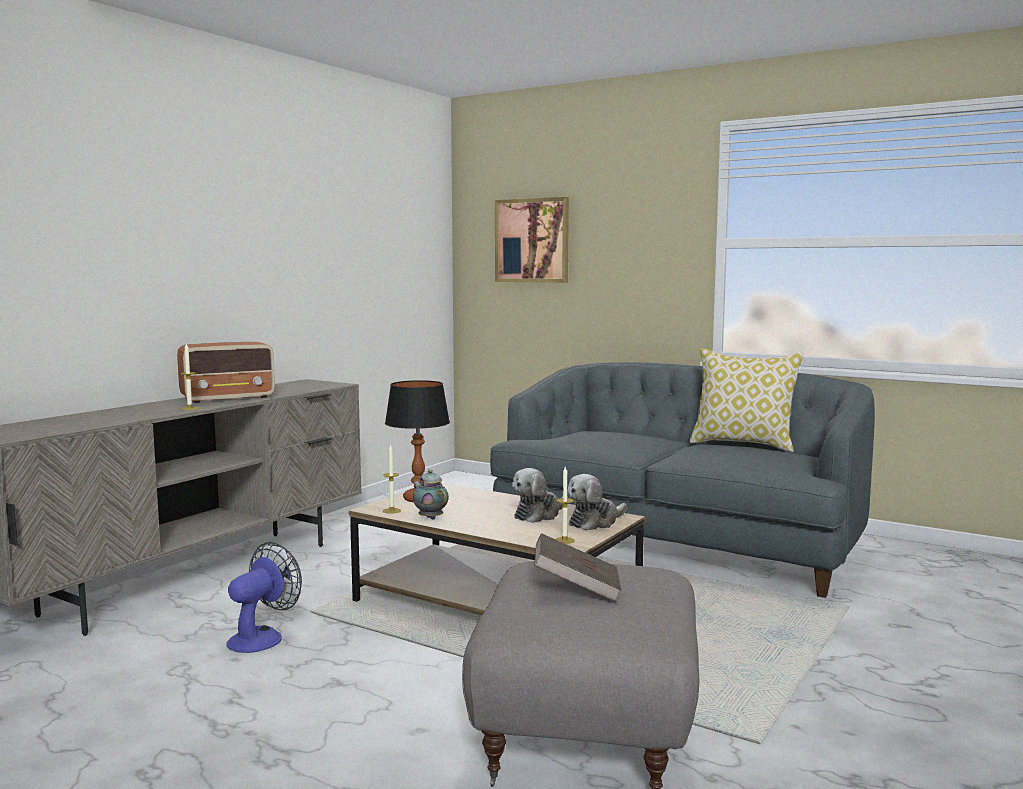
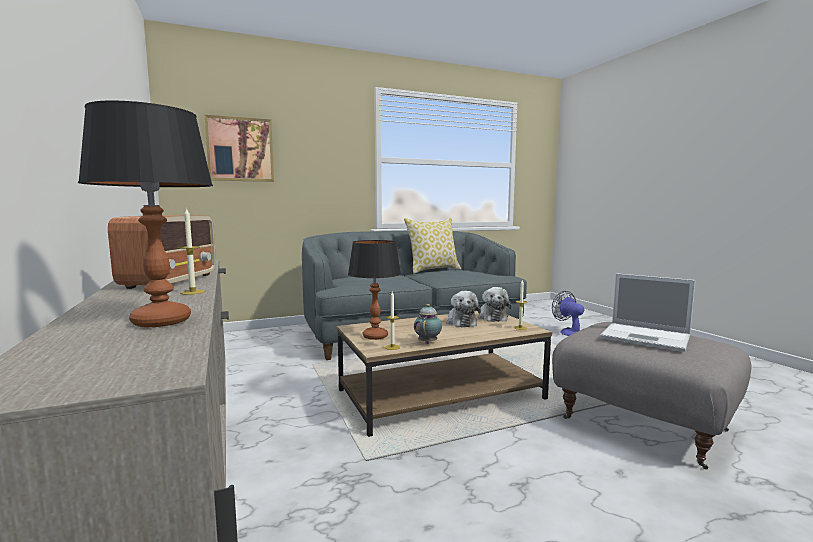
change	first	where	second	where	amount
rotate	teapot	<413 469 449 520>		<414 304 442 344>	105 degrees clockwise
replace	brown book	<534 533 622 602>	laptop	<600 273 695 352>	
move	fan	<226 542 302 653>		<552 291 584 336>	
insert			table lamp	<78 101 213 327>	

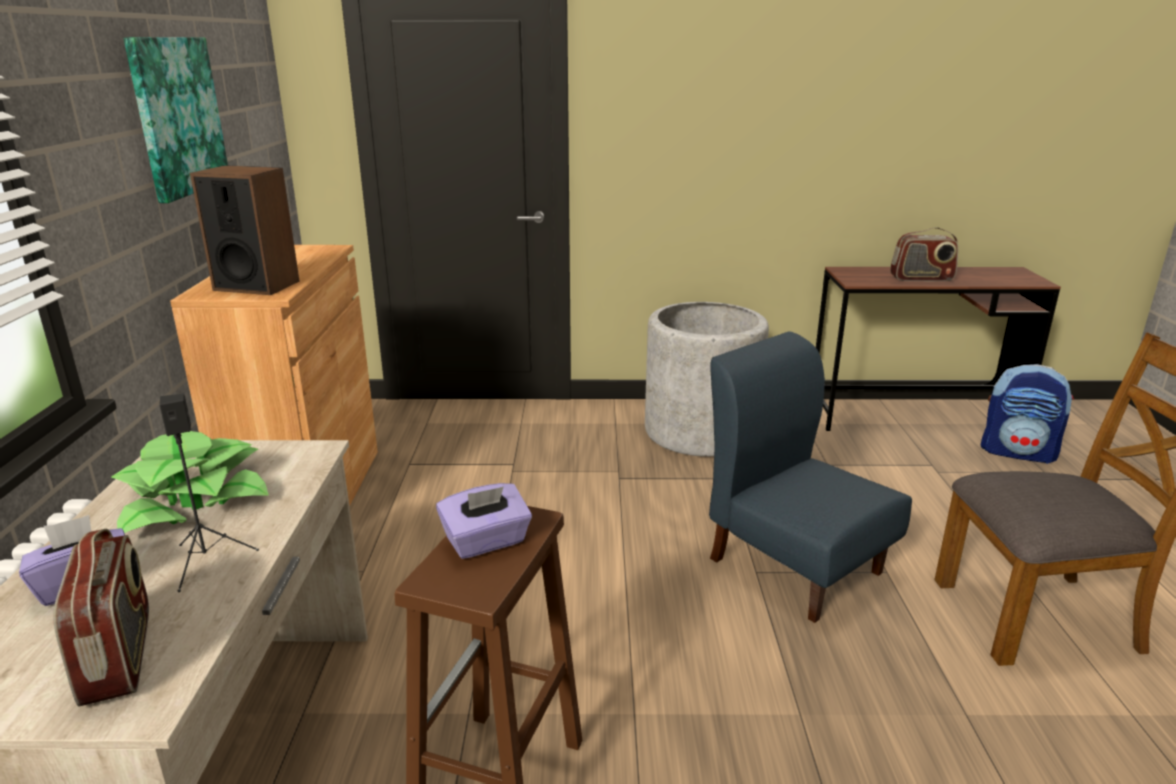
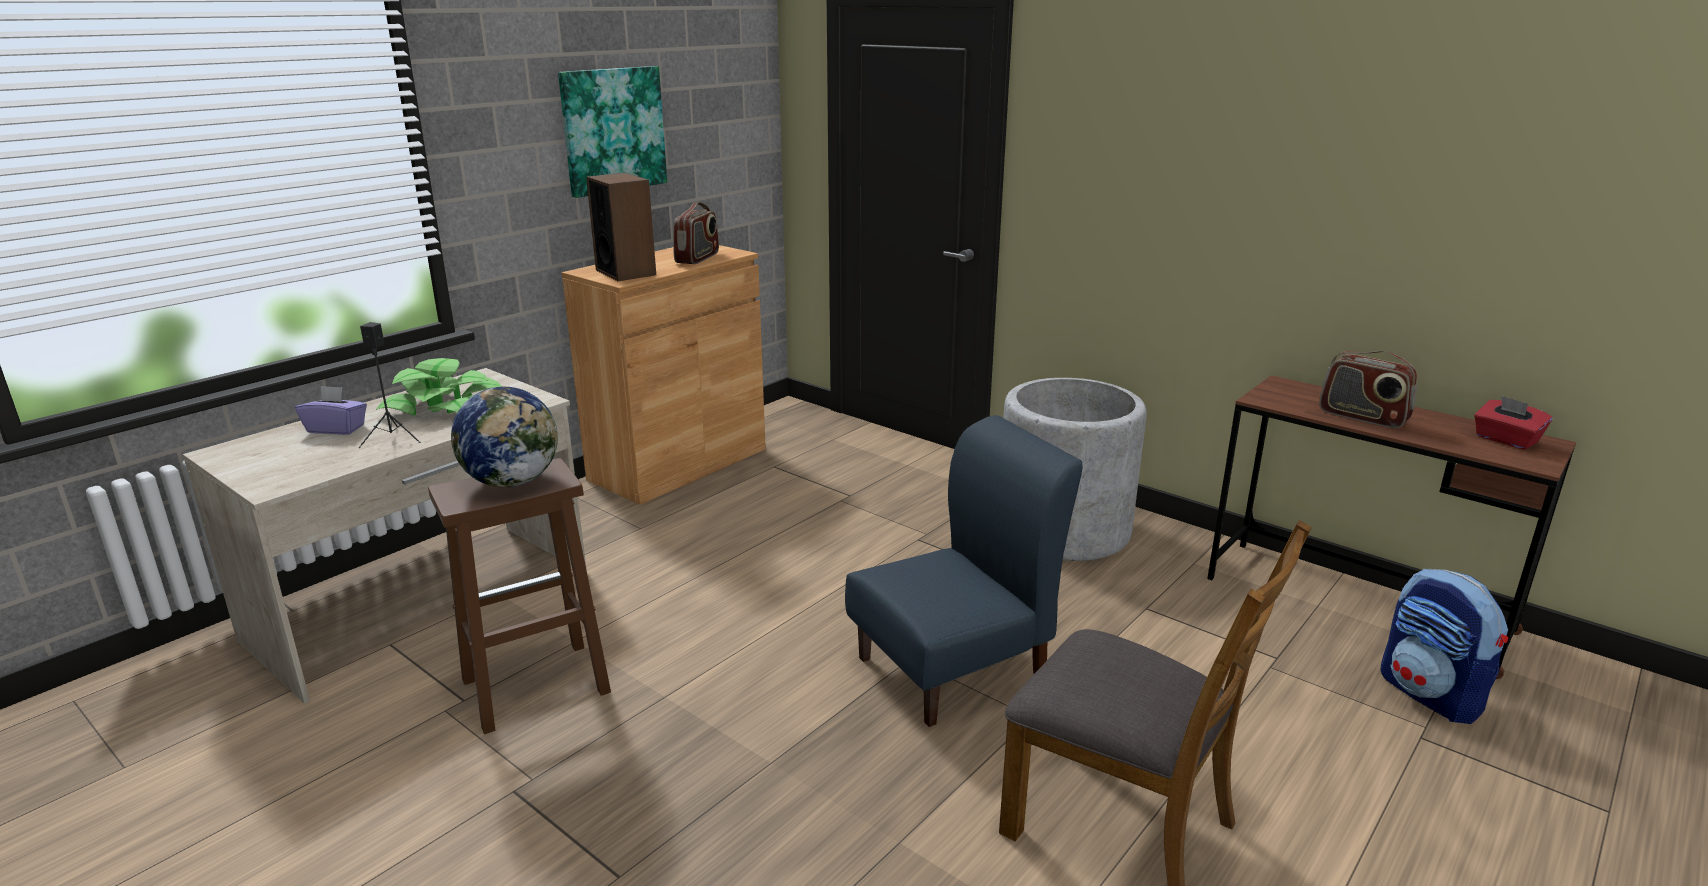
change	first	where	second	where	amount
rotate	blue chair	<709 331 912 623>		<845 415 1083 727>	60 degrees clockwise
replace	purple tissue box	<436 483 532 559>	globe	<451 387 558 488>	
move	radio	<53 529 149 707>		<673 202 719 264>	
insert			red tissue box	<1474 396 1552 450>	

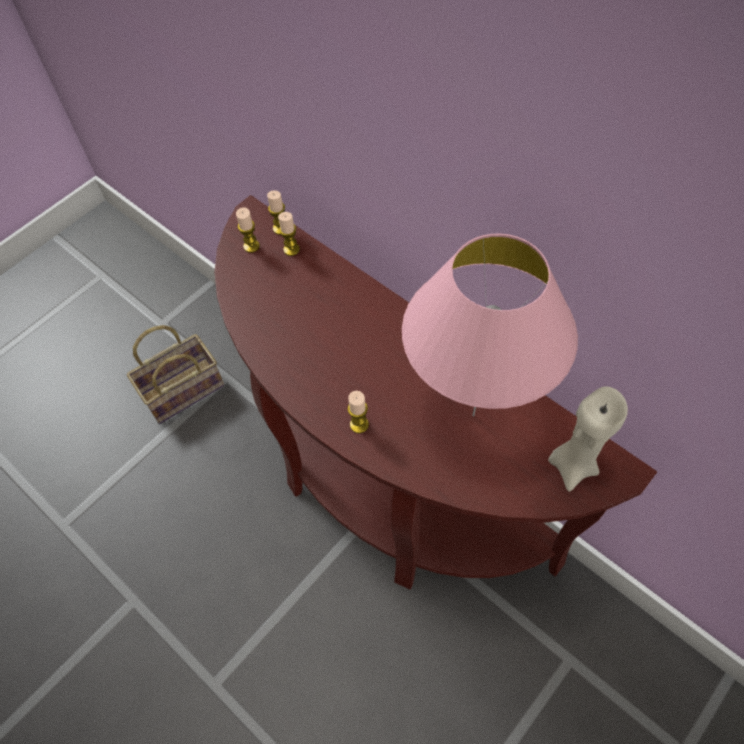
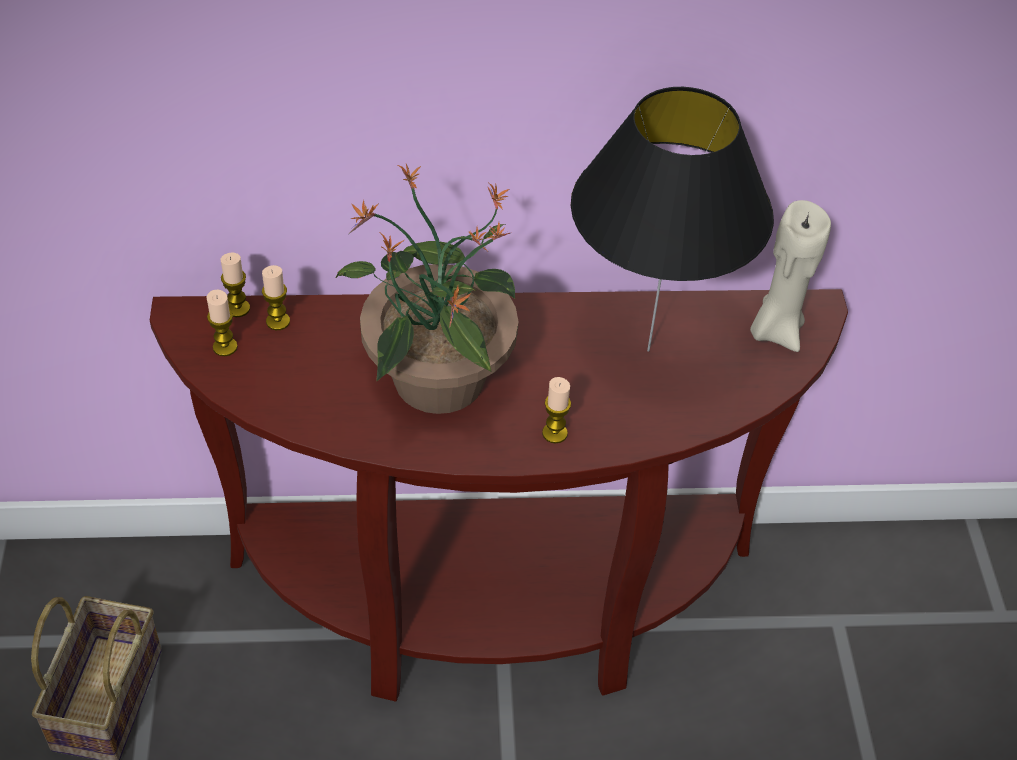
change	first	where	second	where	amount
recolor	pink table lamp	<402 234 578 417>	black table lamp	<571 87 774 352>	
insert			potted plant	<335 164 518 414>	

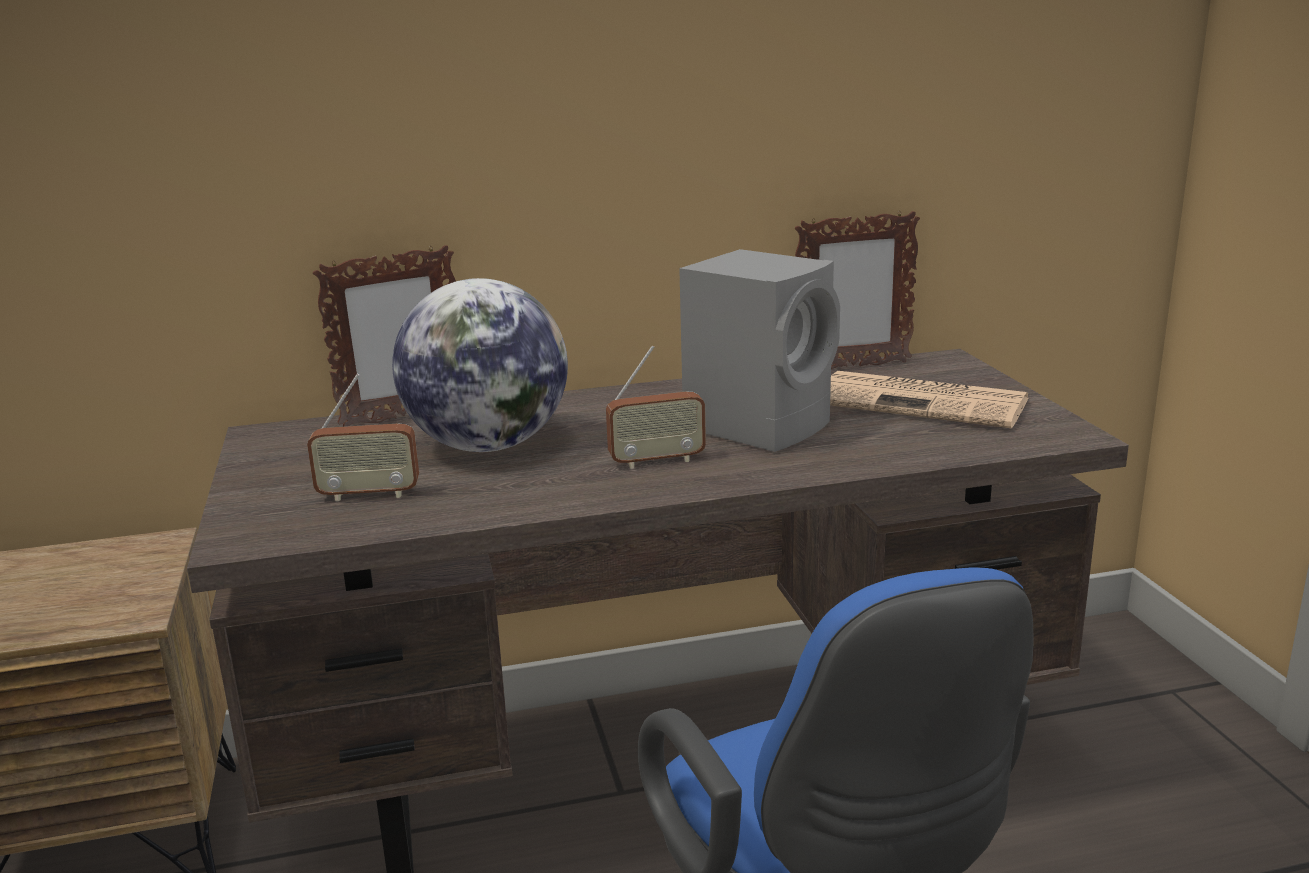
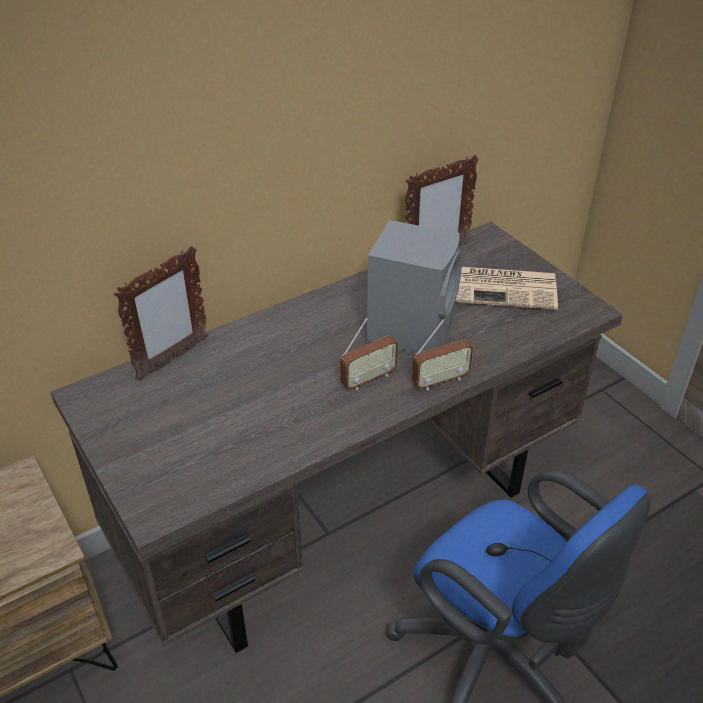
change	first	where	second	where	amount
delete	globe	<392 278 568 452>			
move	radio	<307 374 419 502>		<412 319 474 390>	

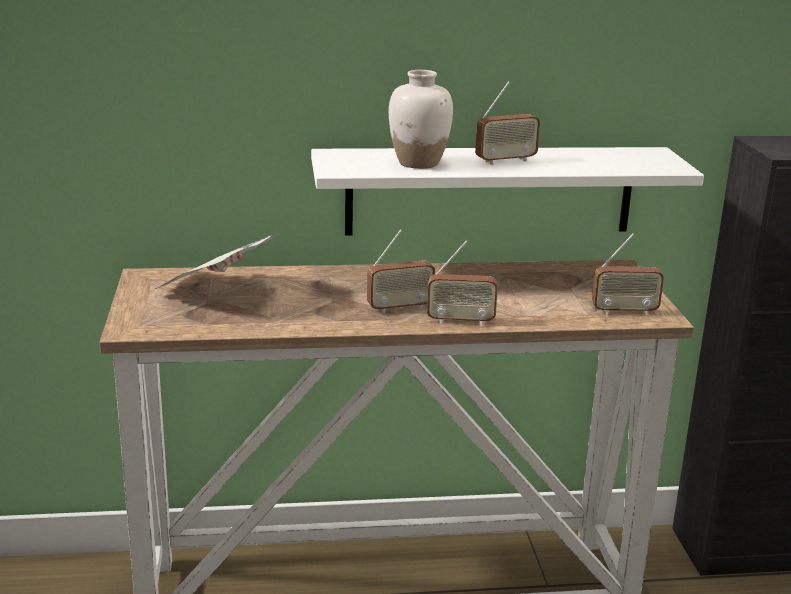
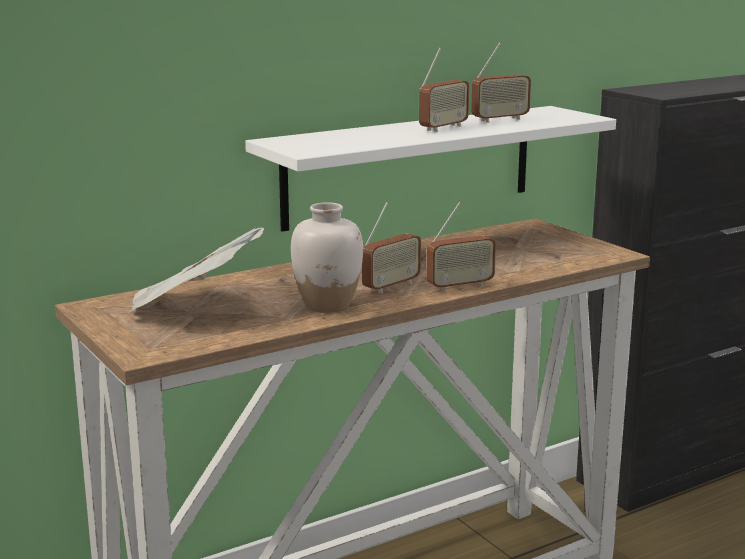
change	first	where	second	where	amount
move	white vase	<389 70 453 169>		<291 202 363 313>	
move	radio	<592 233 664 315>		<471 42 531 123>	

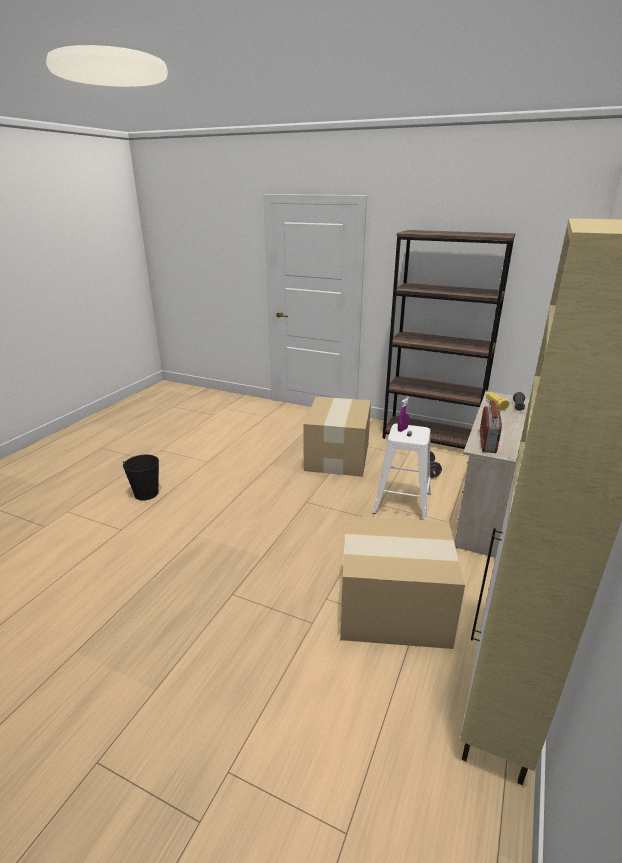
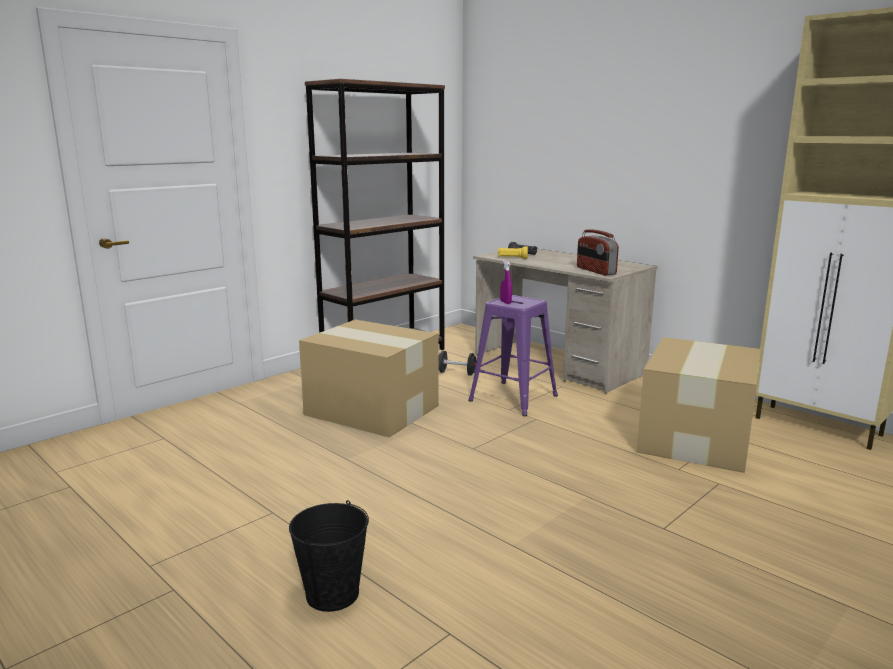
change	first	where	second	where	amount
rotate	radio	<480 400 502 453>		<577 230 619 275>	150 degrees counterclockwise
recolor	white stool	<372 424 431 520>	purple stool	<468 295 558 416>	

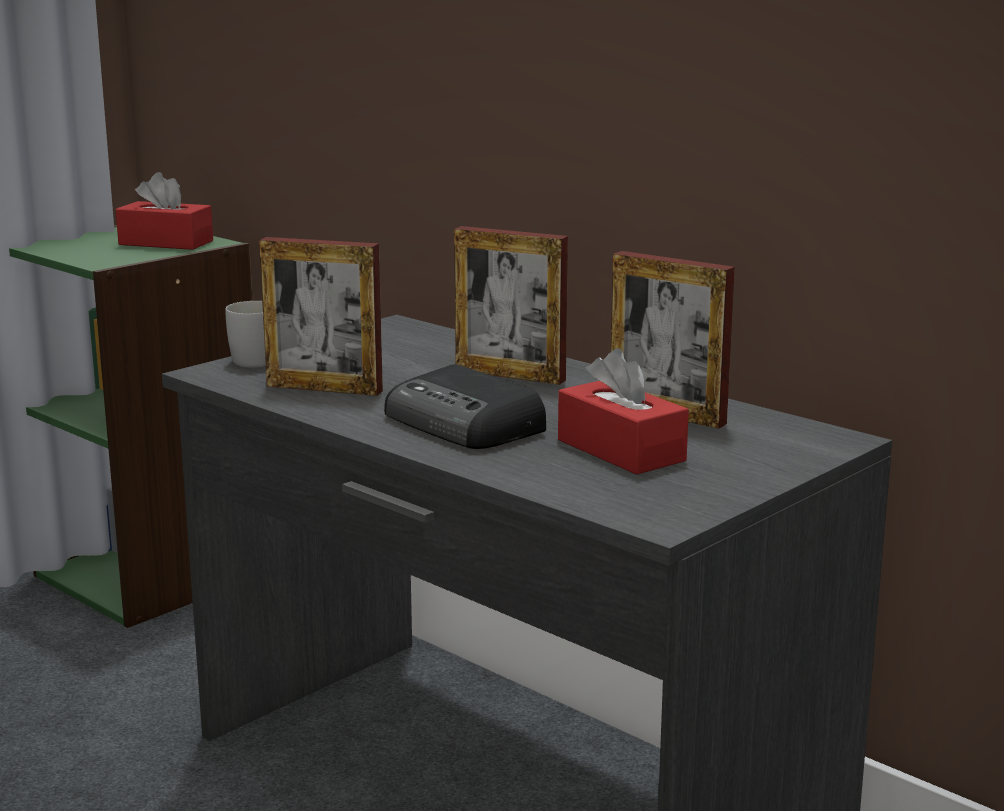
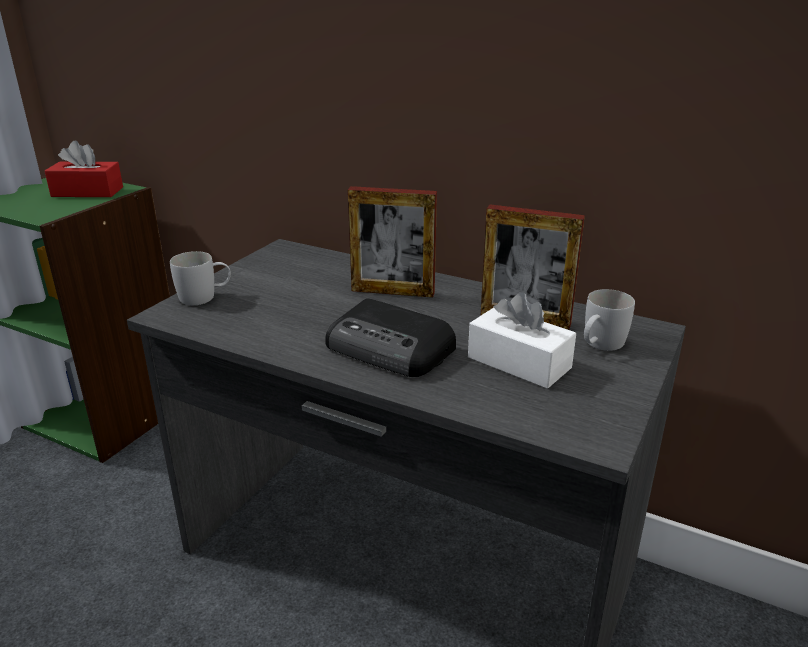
change	first	where	second	where	amount
delete	picture frame	<259 237 383 396>			
recolor	red tissue box	<558 349 689 475>	white tissue box	<468 292 576 389>	
insert			white mug	<584 289 635 351>	

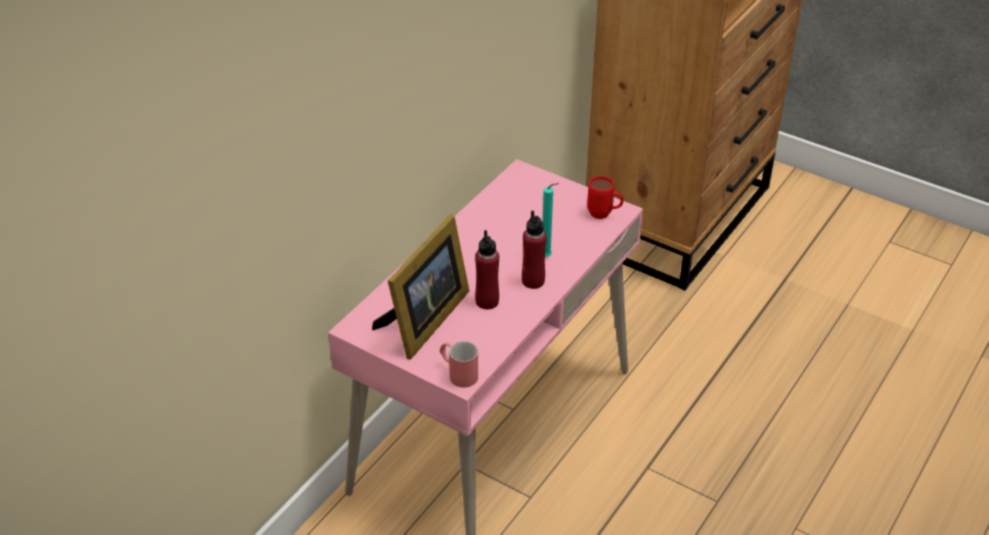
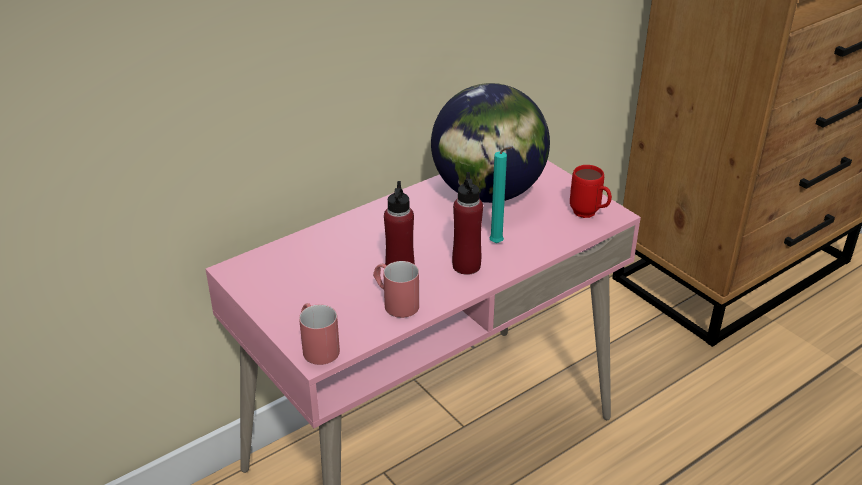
change	first	where	second	where	amount
delete	picture frame	<372 214 469 360>			
insert			globe	<431 83 550 203>	
insert			red mug	<373 261 419 318>	

